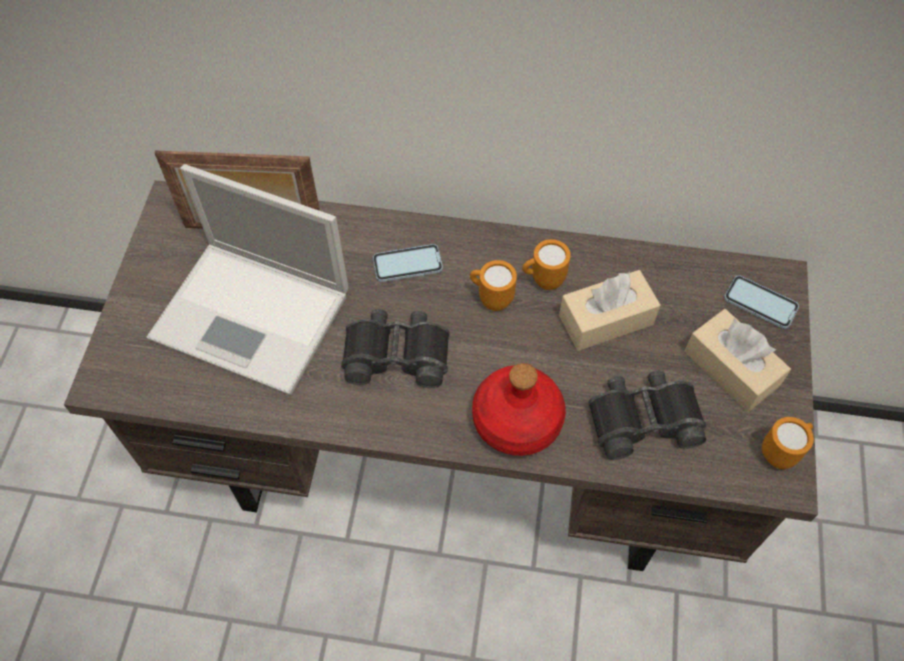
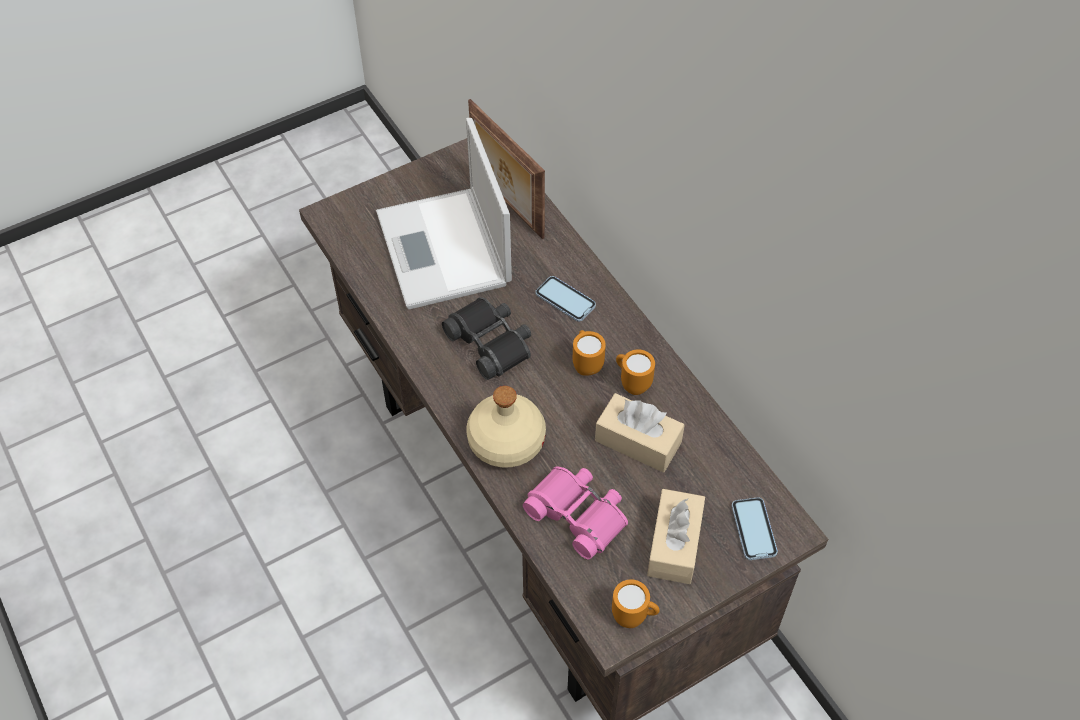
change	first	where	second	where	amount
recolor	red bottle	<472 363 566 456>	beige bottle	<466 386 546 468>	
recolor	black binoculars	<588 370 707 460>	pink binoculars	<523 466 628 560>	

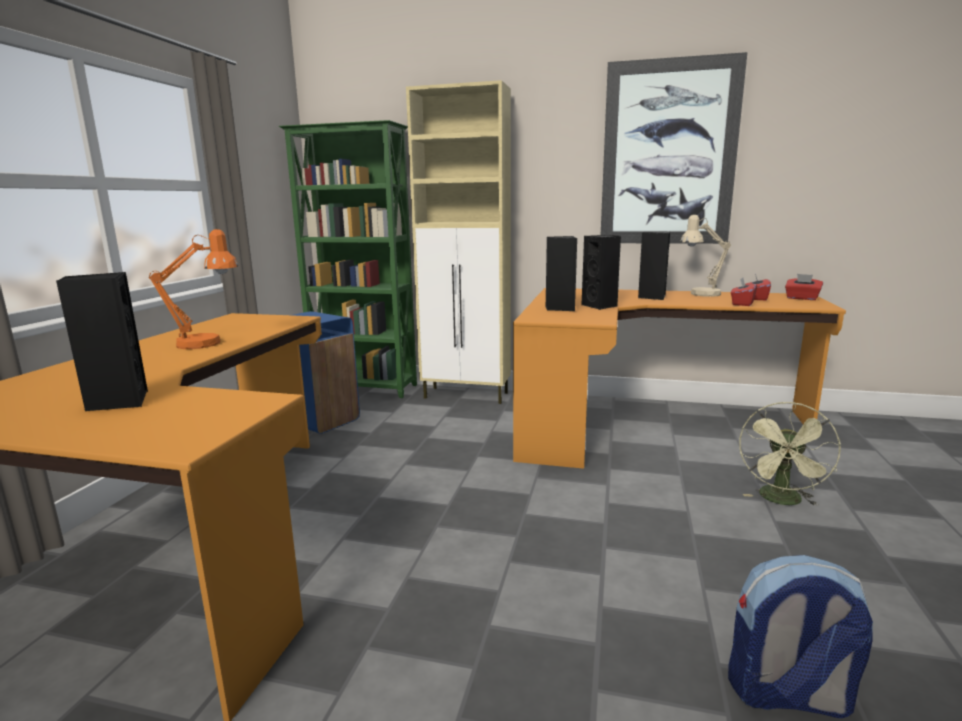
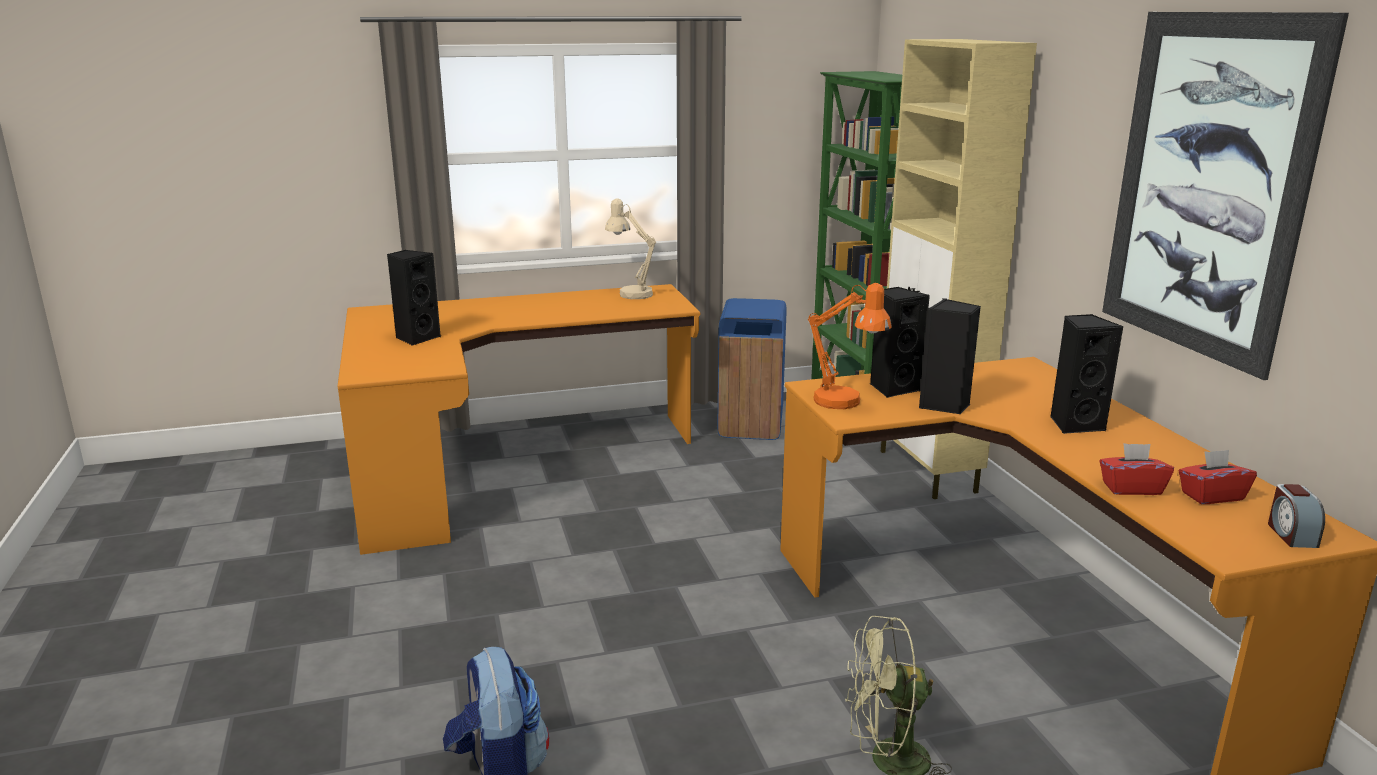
change	first	where	second	where	amount
move	beige table lamp	<680 215 731 297>		<605 198 656 299>	
move	orange table lamp	<149 229 238 349>		<808 283 892 409>	
replace	red tissue box	<785 274 823 300>	alarm clock	<1268 484 1325 548>	

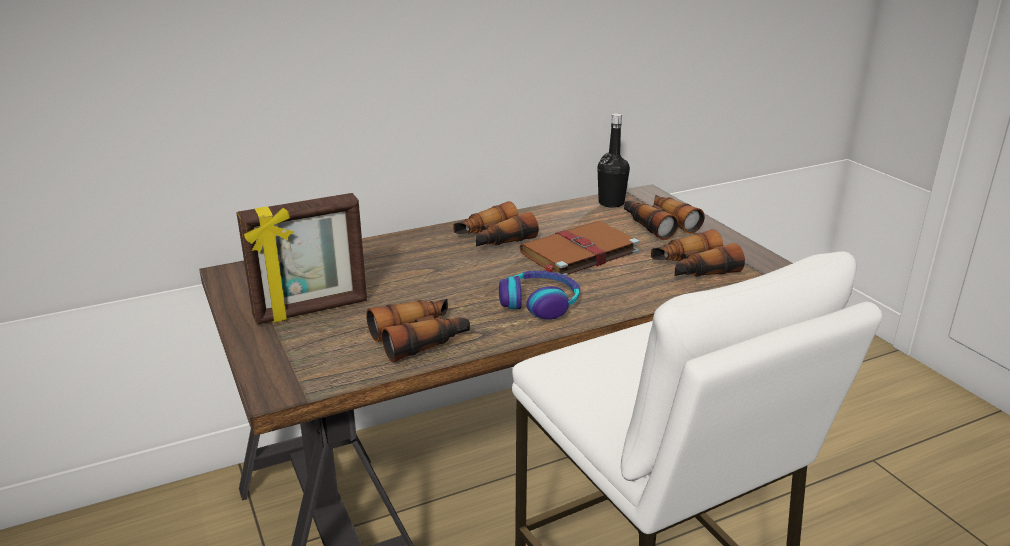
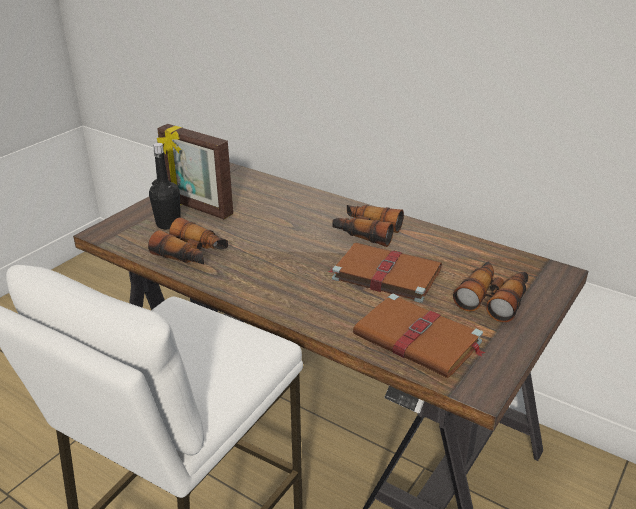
change	first	where	second	where	amount
move	black bottle	<598 113 630 208>		<149 143 181 229>	
replace	binoculars	<651 229 745 277>	brown book	<353 294 485 378>	
delete	headphones	<499 271 580 320>			

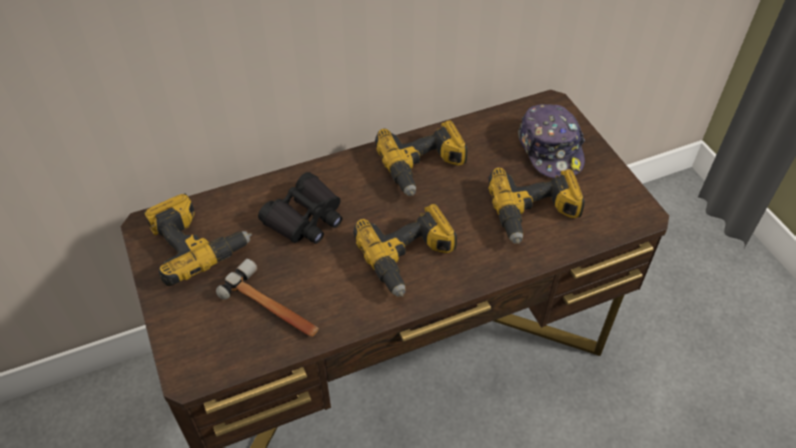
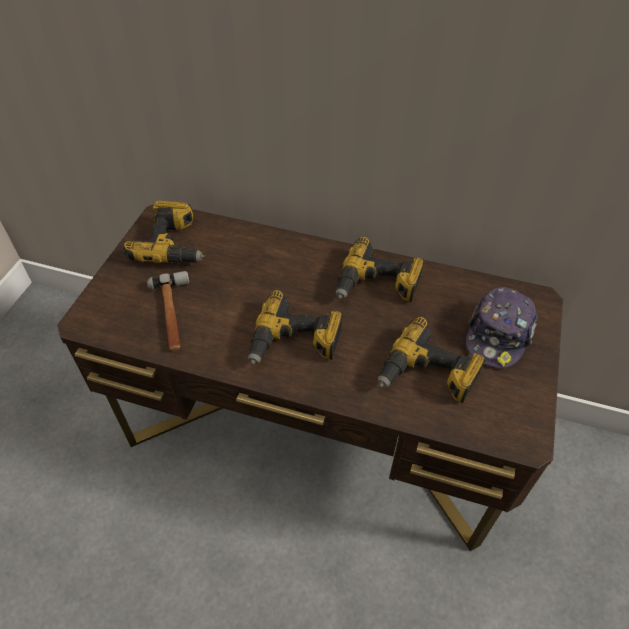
change	first	where	second	where	amount
delete	black binoculars	<258 172 342 244>			

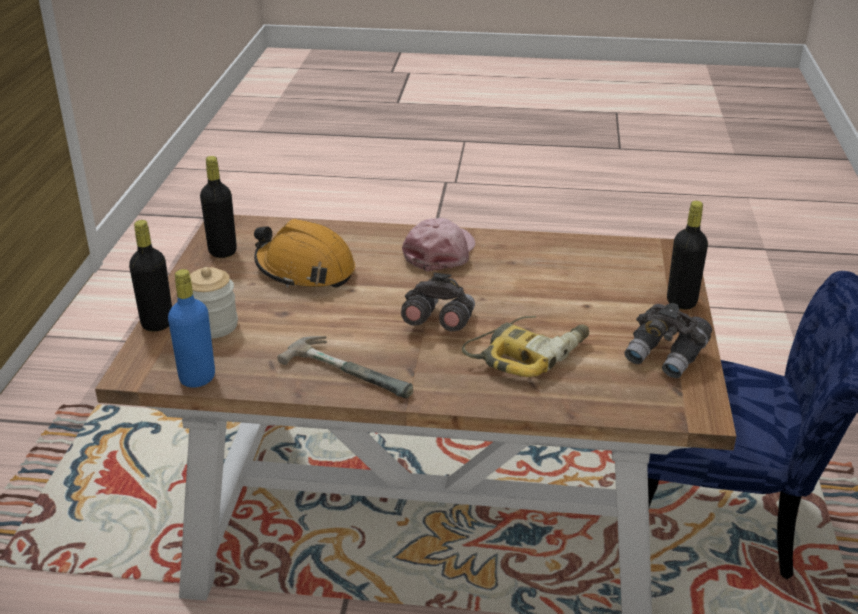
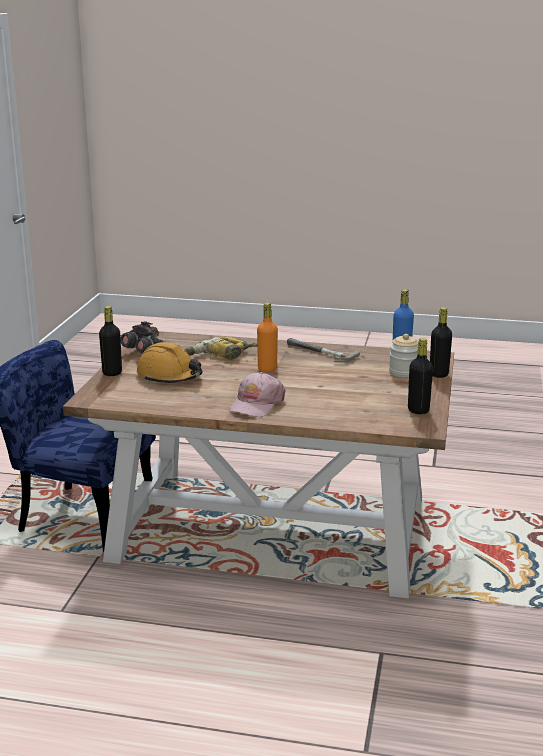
change	first	where	second	where	amount
move	orange hard hat	<254 219 355 288>		<136 342 203 383>	
replace	grey binoculars	<401 272 475 331>	orange bottle	<257 302 278 372>	

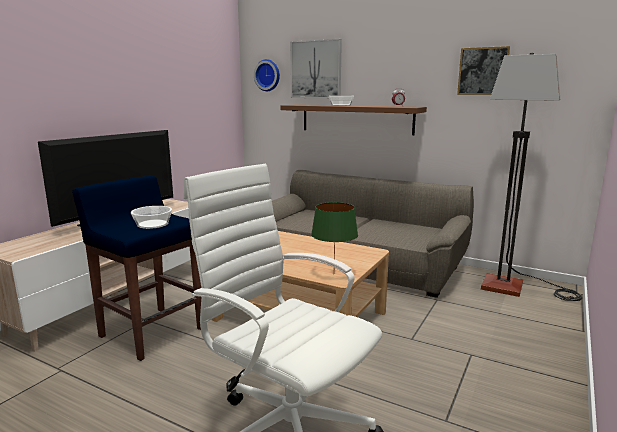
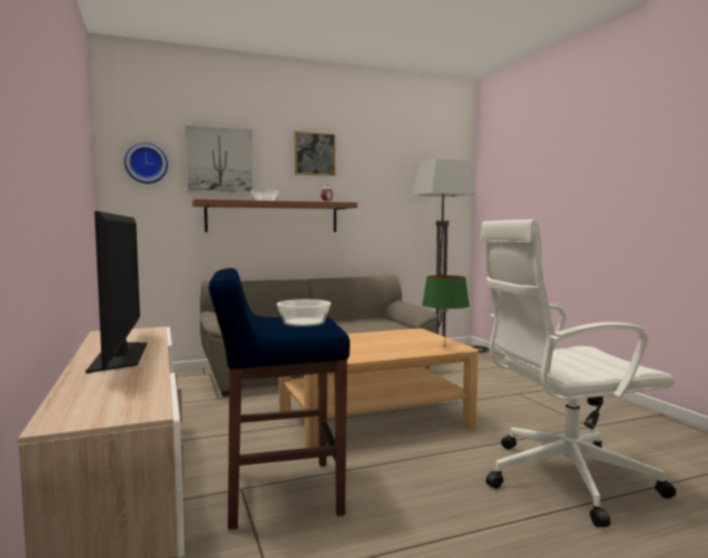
change	first	where	second	where	amount
move	picture	<457 46 510 95>		<295 131 336 176>	

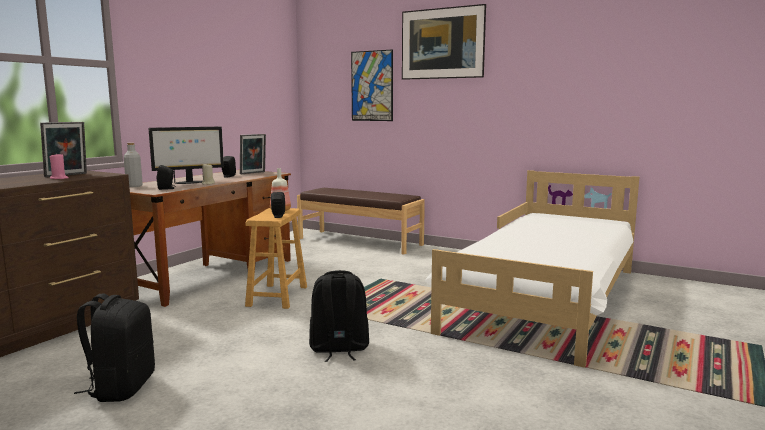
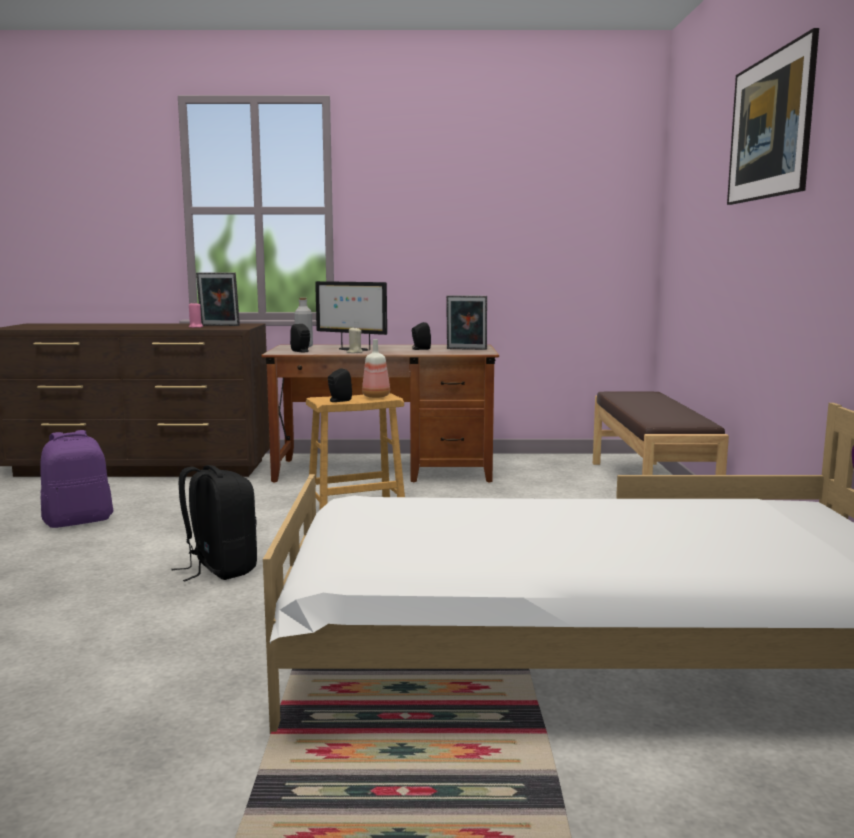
change	first	where	second	where	amount
delete	picture	<351 49 393 121>			
recolor	black backpack	<74 294 155 402>	purple backpack	<40 430 113 528>	

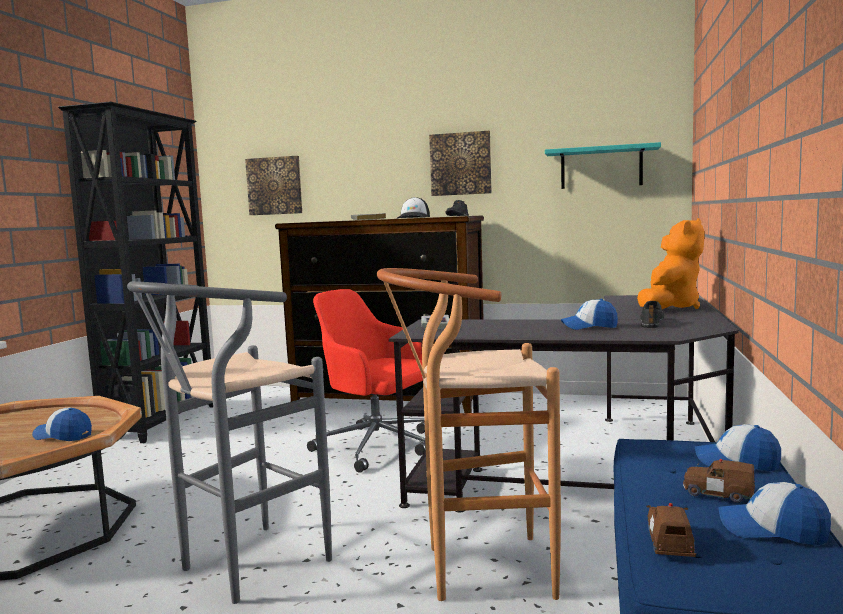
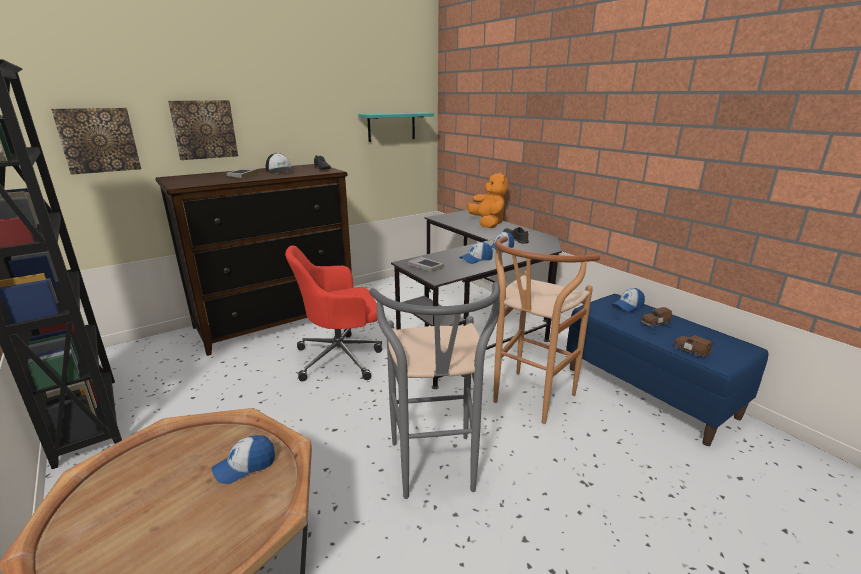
change	first	where	second	where	amount
move	picture	<429 131 491 196>		<168 100 238 160>	
move	cap	<718 482 831 546>		<459 242 493 264>	

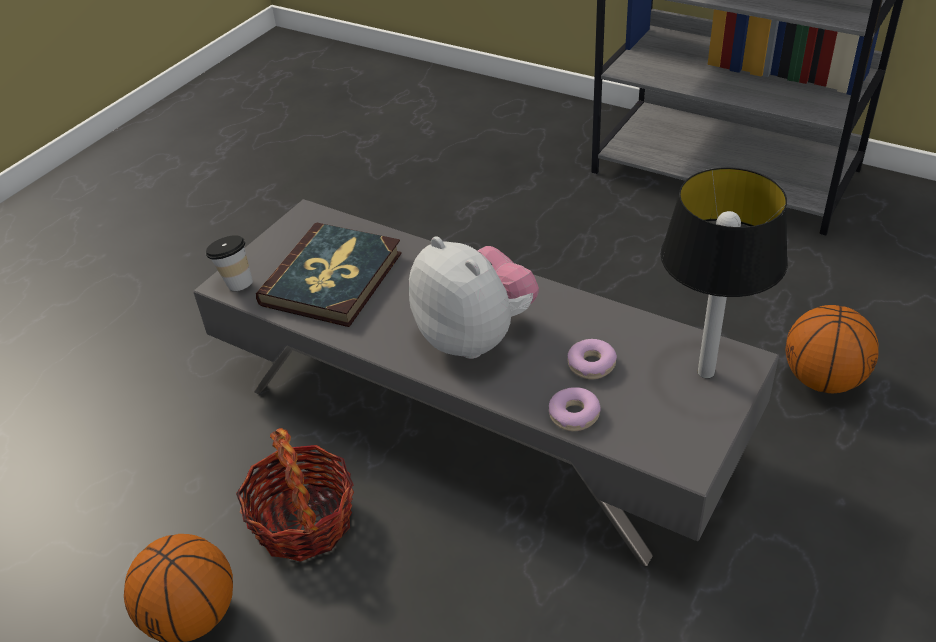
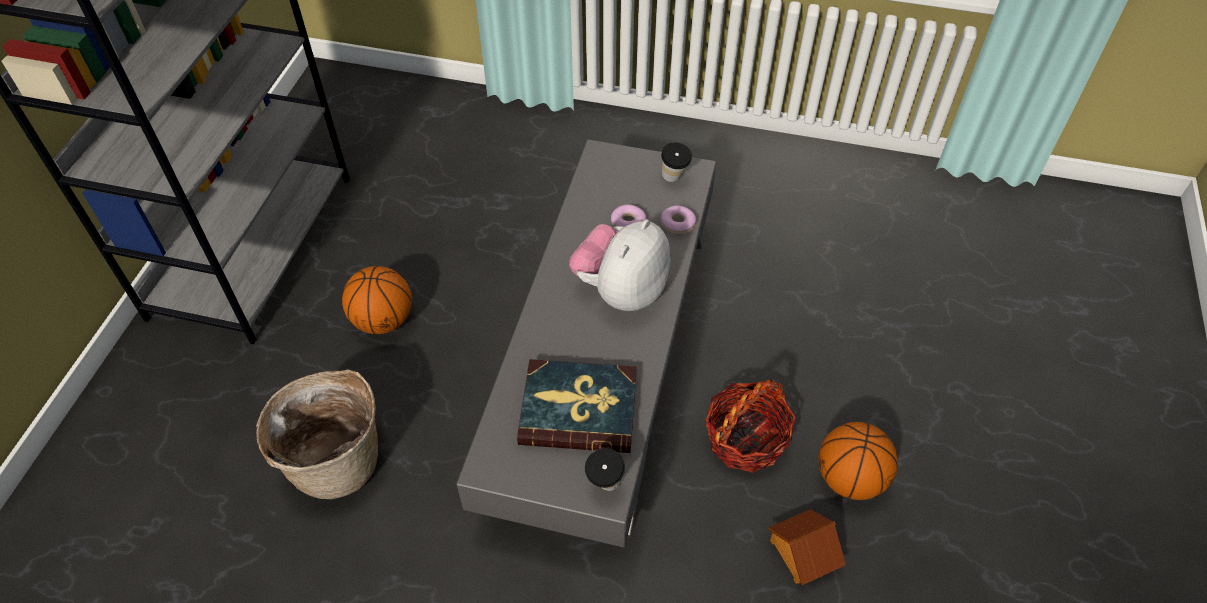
change	first	where	second	where	amount
delete	table lamp	<661 167 788 378>			
move	basketball	<785 305 879 393>		<342 266 412 334>	
insert			cup	<661 142 692 182>	
insert			basket	<256 370 378 499>	
insert			toy house	<768 509 846 585>	

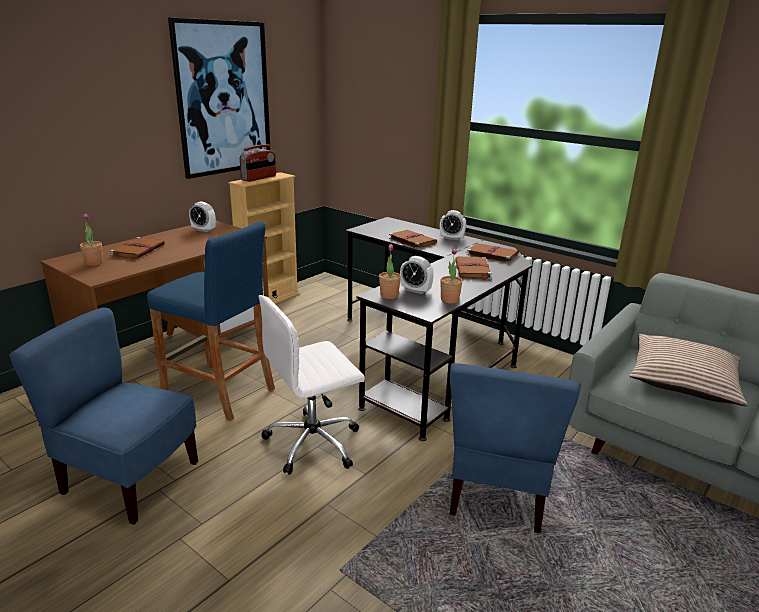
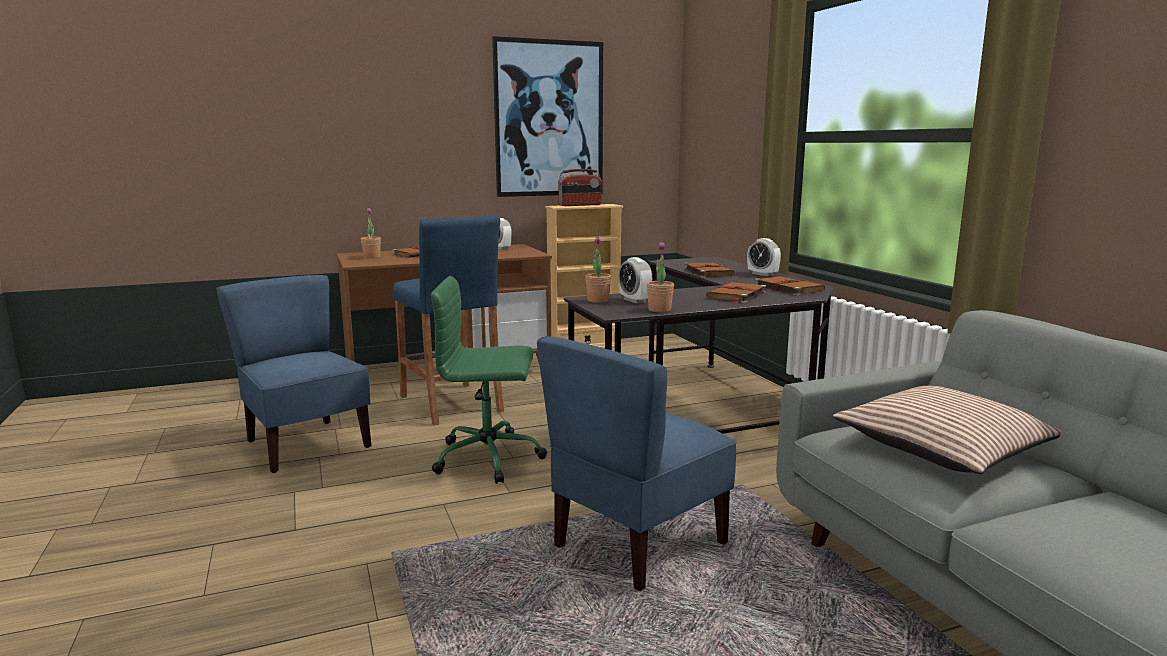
change	first	where	second	where	amount
recolor	white office chair	<259 295 365 475>	green office chair	<431 276 547 484>	

